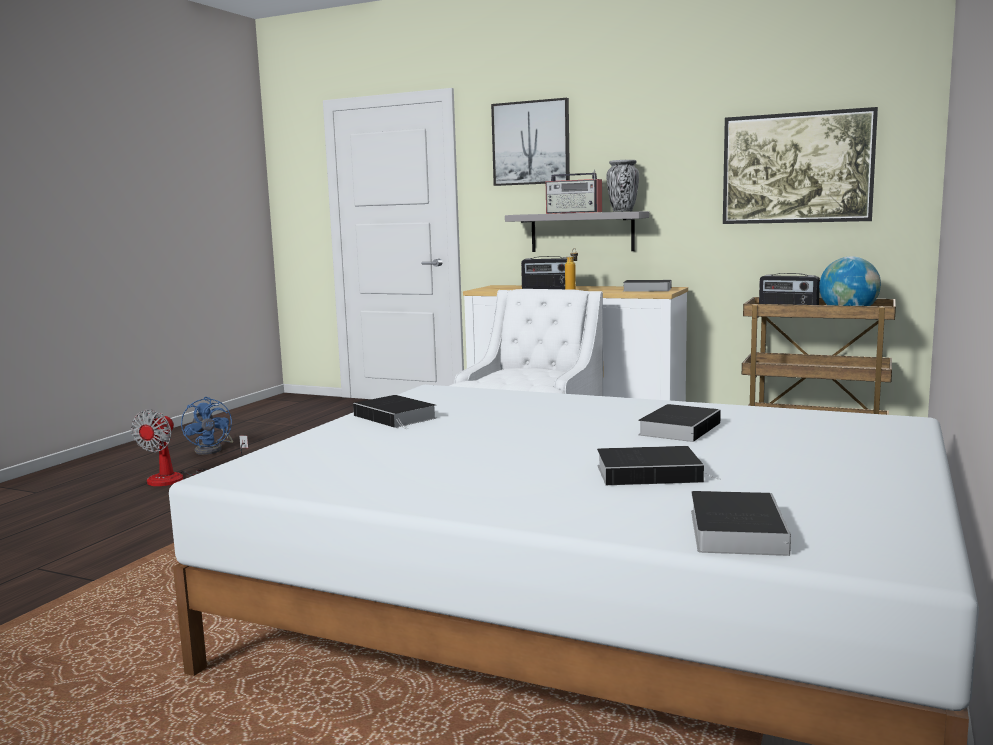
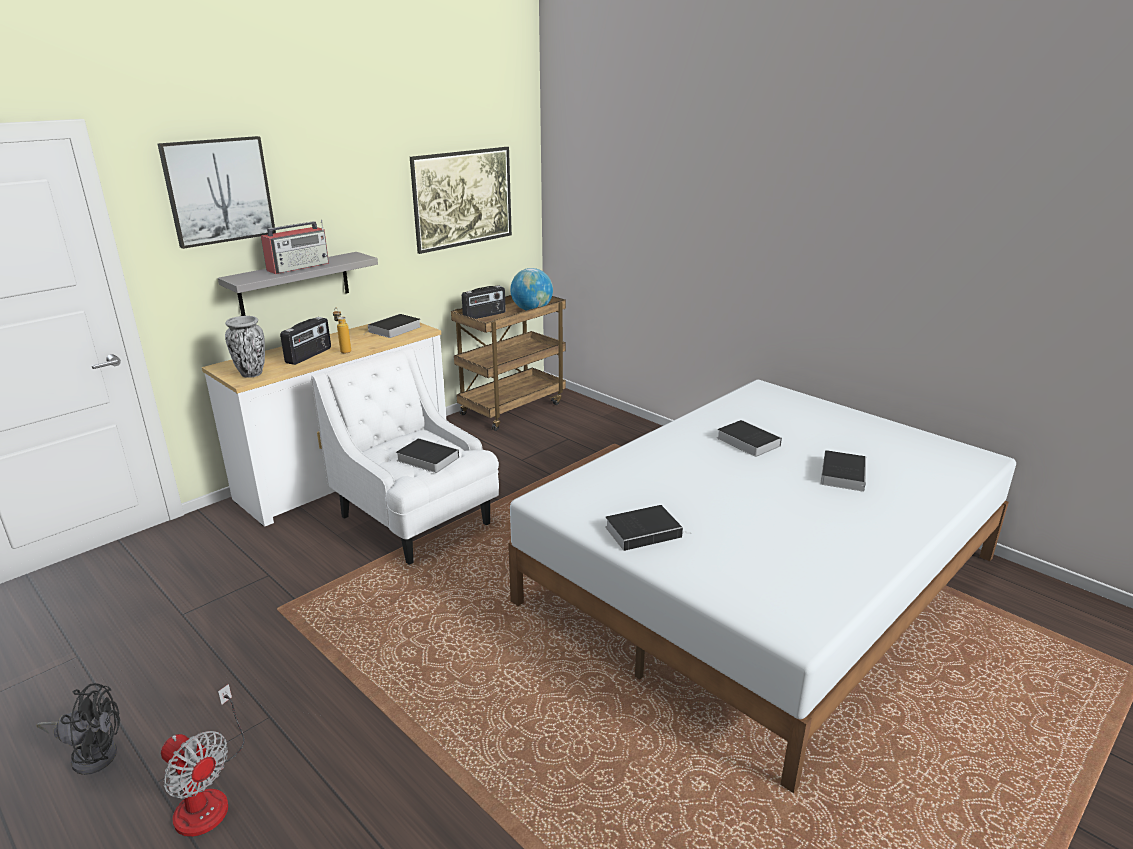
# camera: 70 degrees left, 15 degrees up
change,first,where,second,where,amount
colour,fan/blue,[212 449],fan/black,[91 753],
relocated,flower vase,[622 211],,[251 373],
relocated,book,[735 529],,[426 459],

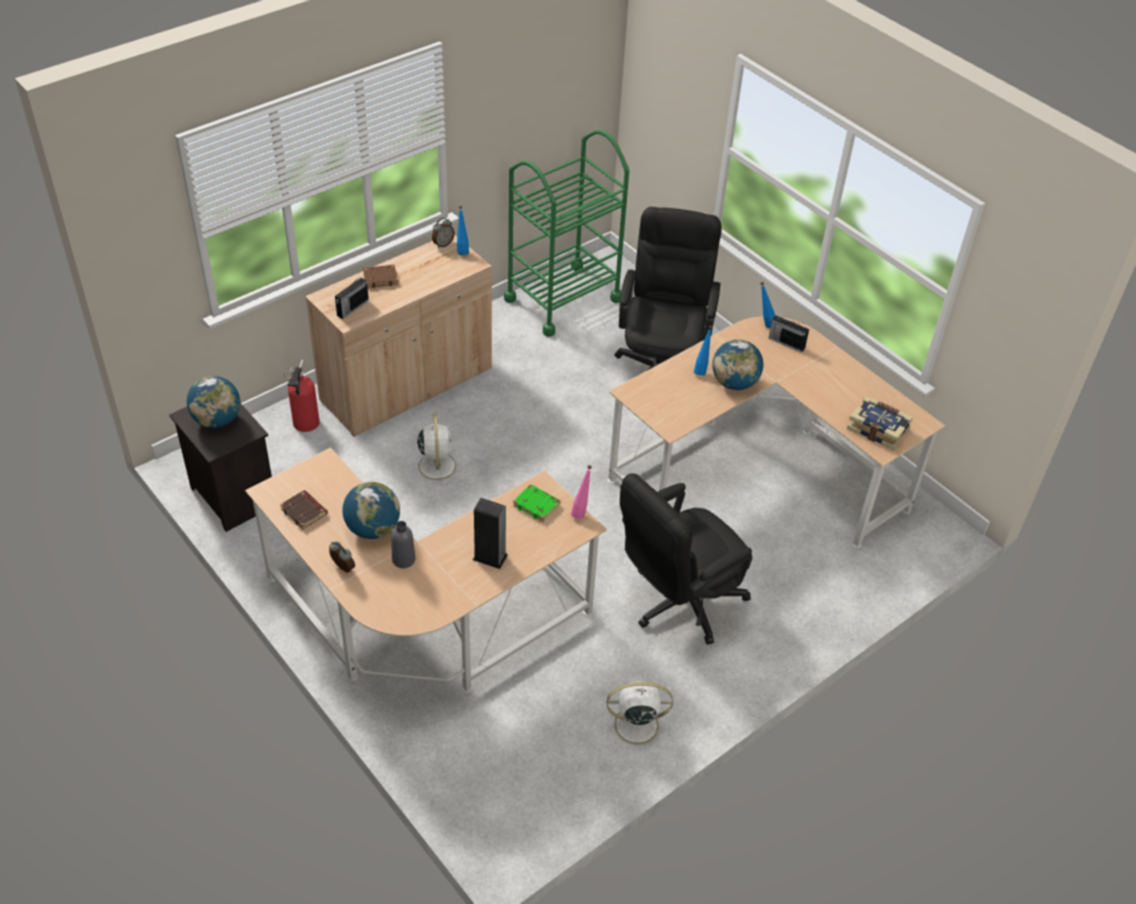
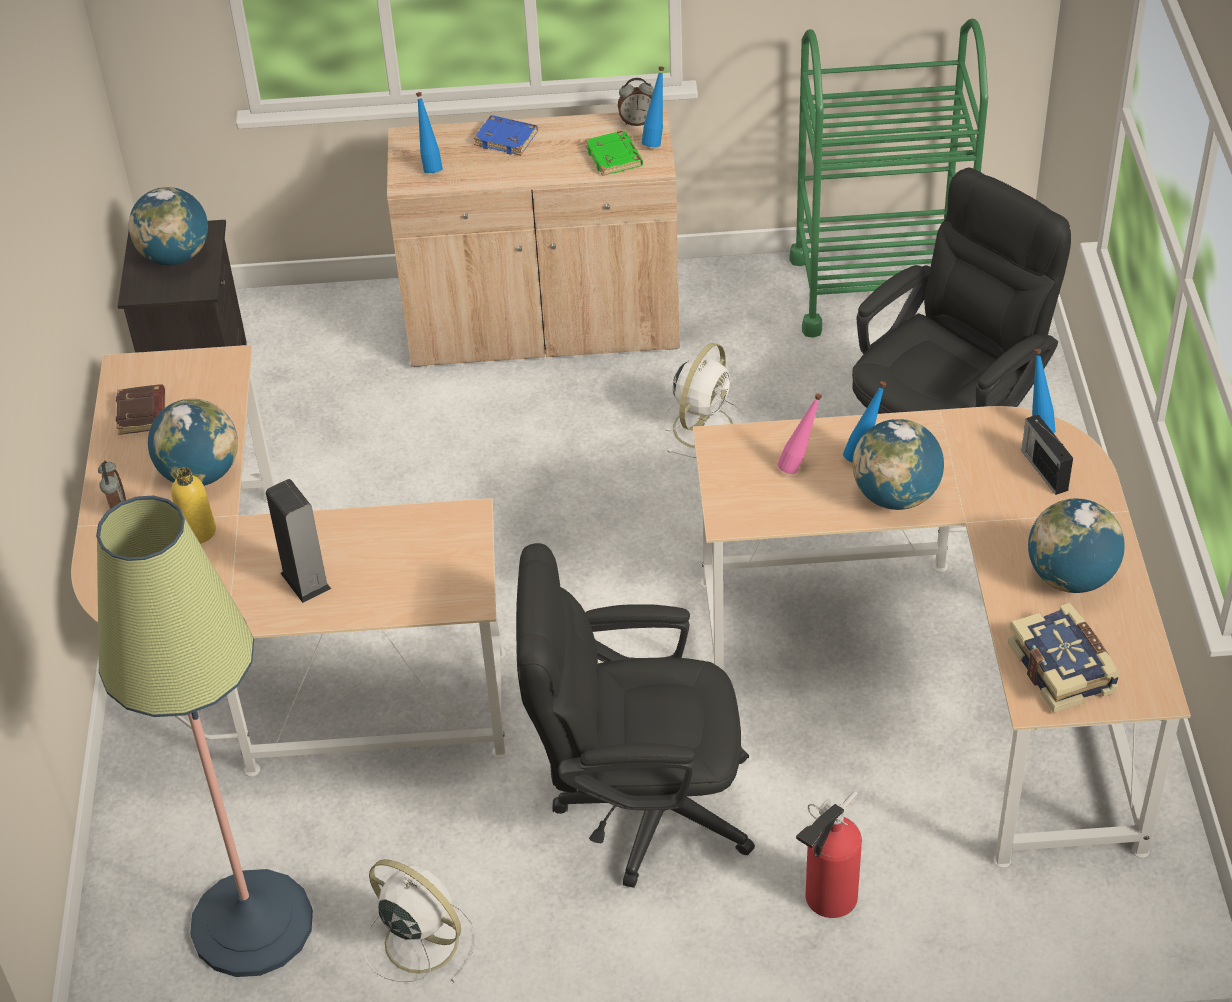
# camera: 40 degrees right, 0 degrees up
change,first,where,second,where,amount
appeared,,,standing lamp,[252 924],
colour,beverage bottle/gray,[403 559],beverage bottle/yellow,[198 531],
exchanged,radio,[352 308],beverage bottle/blue,[430 166],
colour,book/brown,[380 278],book/blue,[507 139],
relocated,book/greenish,[537 505],,[615 157],
relocated,fan/white-coloured,[437 465],,[704 426],
relocated,beverage bottle/pinkish,[581 511],,[798 465],
relocated,fire extinguisher,[305 425],,[827 900],
appeared,,,desk globe,[1070 577],

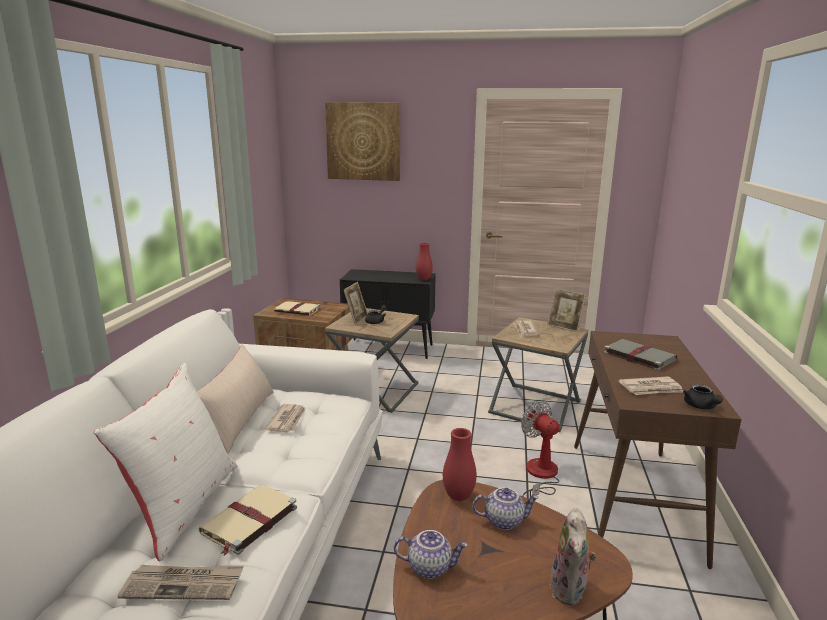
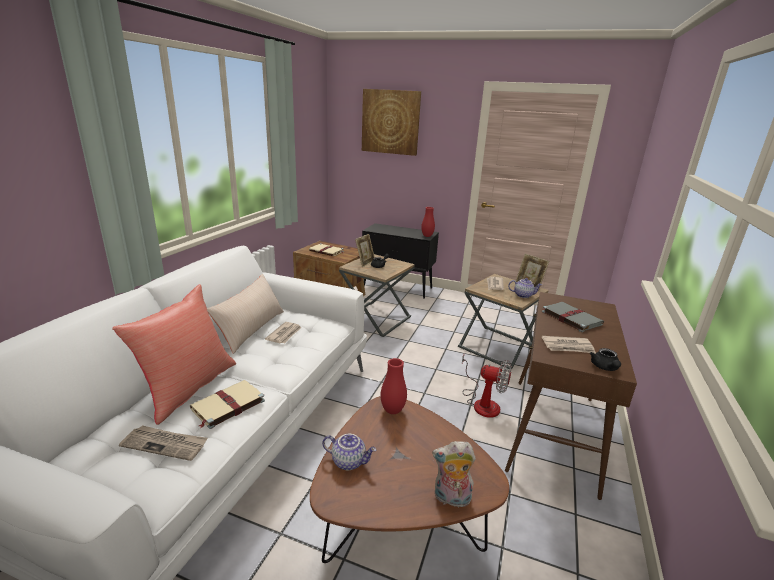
# camera: 10 degrees right, 5 degrees up
change,first,where,second,where,amount
colour,throw pillow/white-coloured,[183 506],throw pillow/reddish,[188 387],
spun,cuddly toy,[570 590],,[451 499],75 degrees clockwise
spun,fan,[540 476],,[482 402],135 degrees clockwise
relocated,teapot,[504 520],,[523 295],

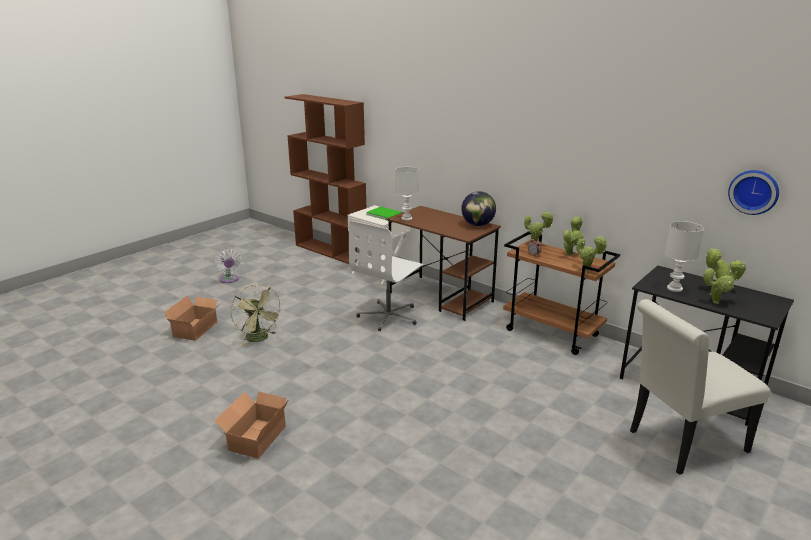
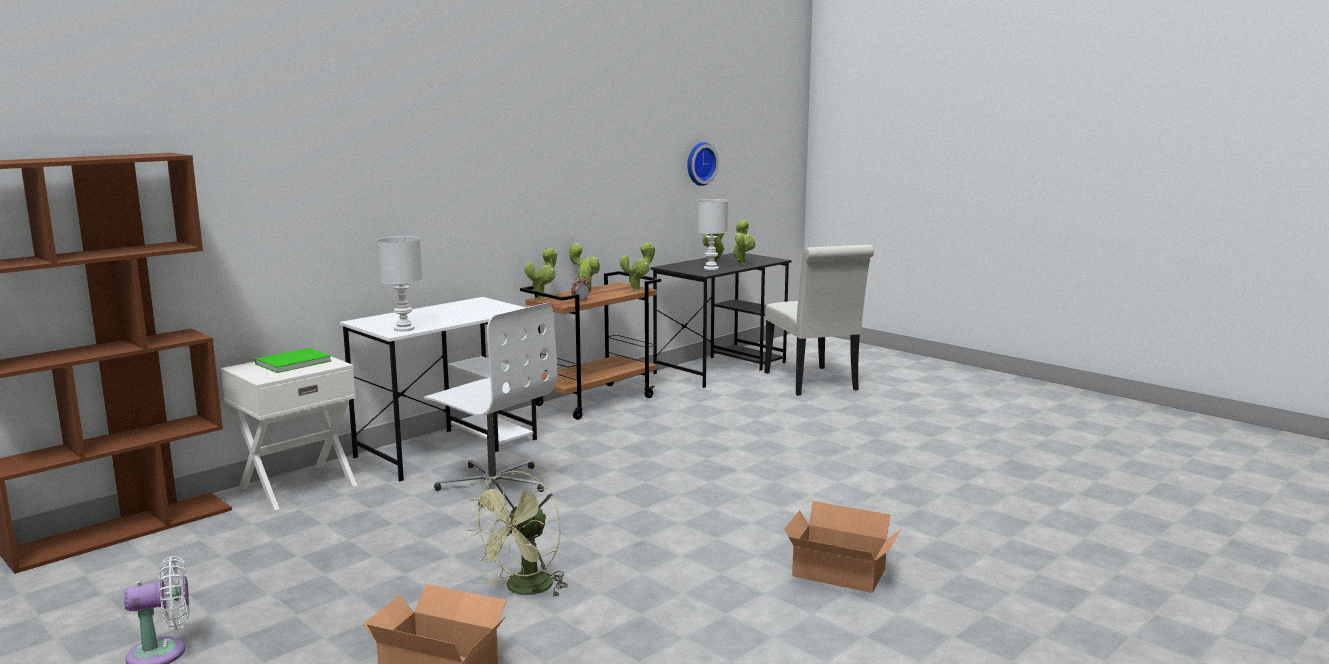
# camera: 85 degrees left, 10 degrees down
change,first,where,second,where,amount
colour,desk unit/brown,[441 297],desk unit/white-coloured,[448 447],
spun,fan/greenish,[260 339],,[524 590],150 degrees clockwise
missing,desk globe,[477 225],,,

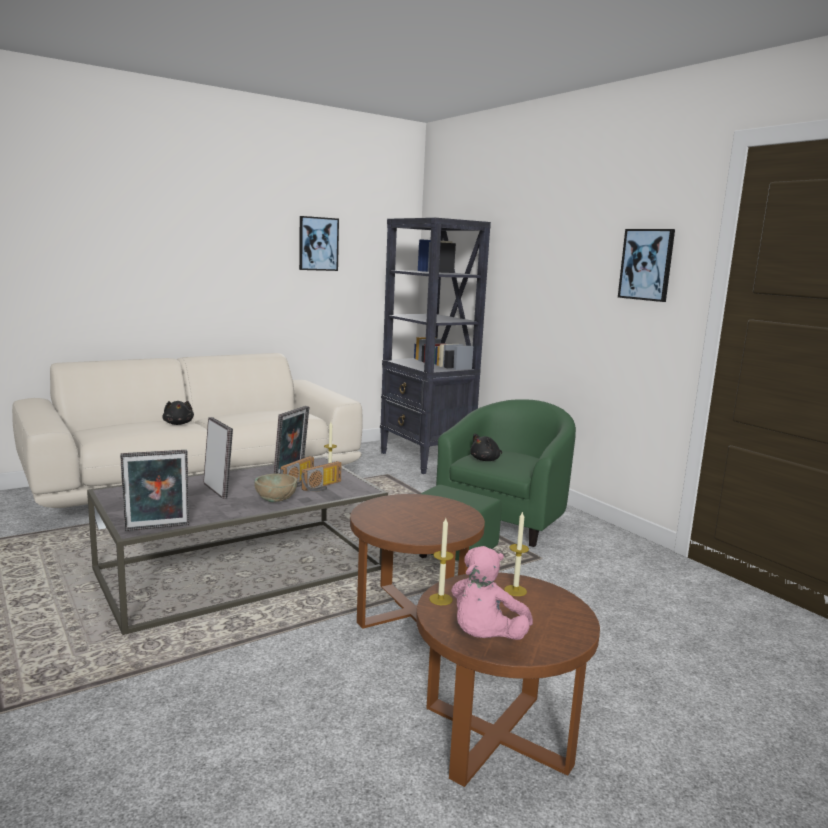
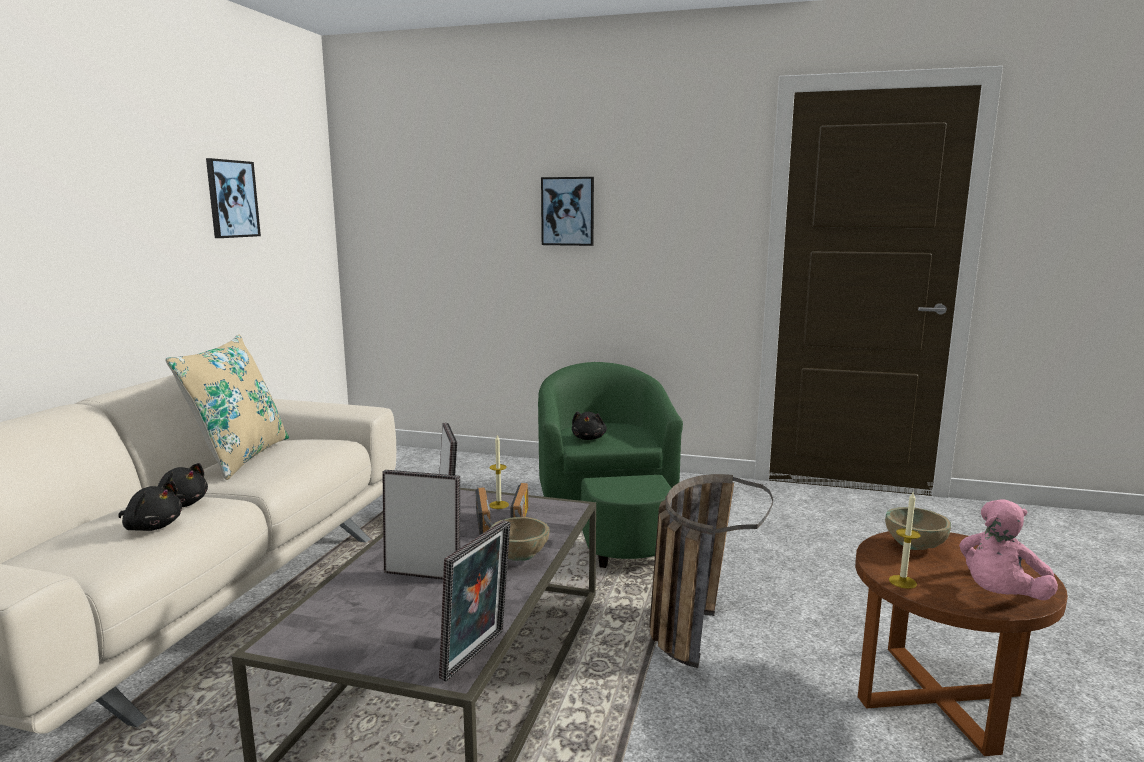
# camera: 40 degrees left, 0 degrees up
change,first,where,second,where,amount
appeared,,,cuddly toy/black,[152 527],
appeared,,,throw pillow/sand-coloured,[239 457],
relocated,wall art,[647 264],,[568 211],
exchanged,end table/brown,[412 612],storage basket,[694 625],
exchanged,candle,[515 590],bowl/sand-coloured,[915 547],
spun,cuddly toy/pinkish,[485 638],,[1000 597],60 degrees clockwise
missing,bookshelf/black,[426 459],,,

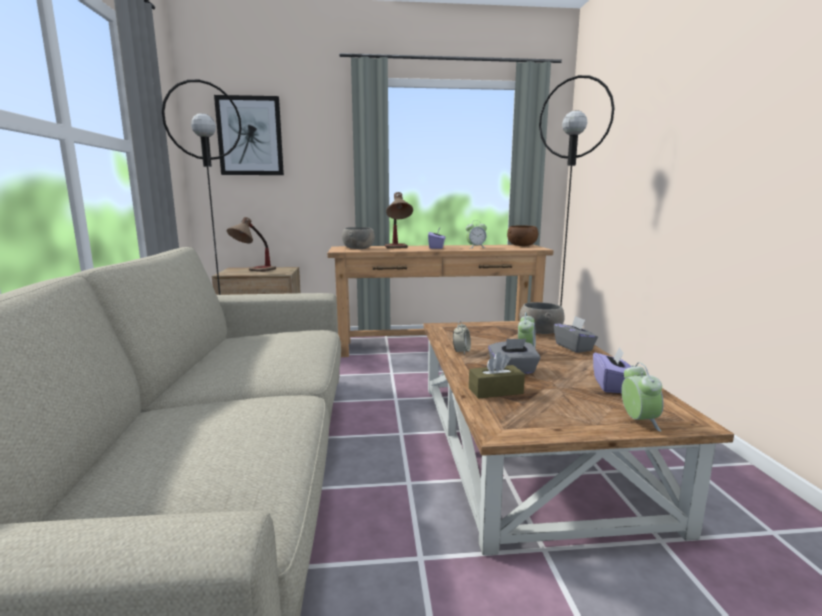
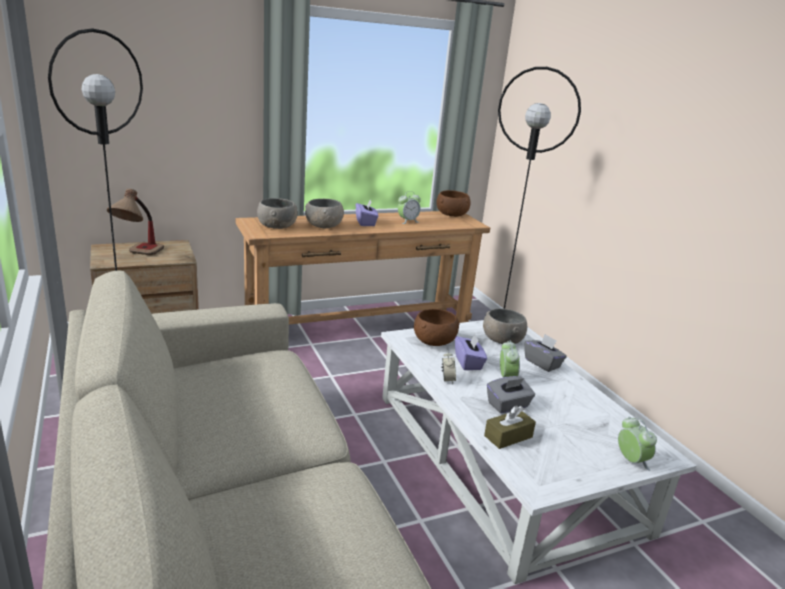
# camera: 20 degrees left, 10 degrees up
change,first,where,second,where,amount
exchanged,table lamp,[398 248],bowl/gray,[324 226],
colour,coffee table/brown,[523 443],coffee table/white-coloured,[499 458],
appeared,,,bowl/brown,[434 341],
relocated,box of tissues/purple,[612 385],,[468 362],
missing,wall art,[250 136],,,

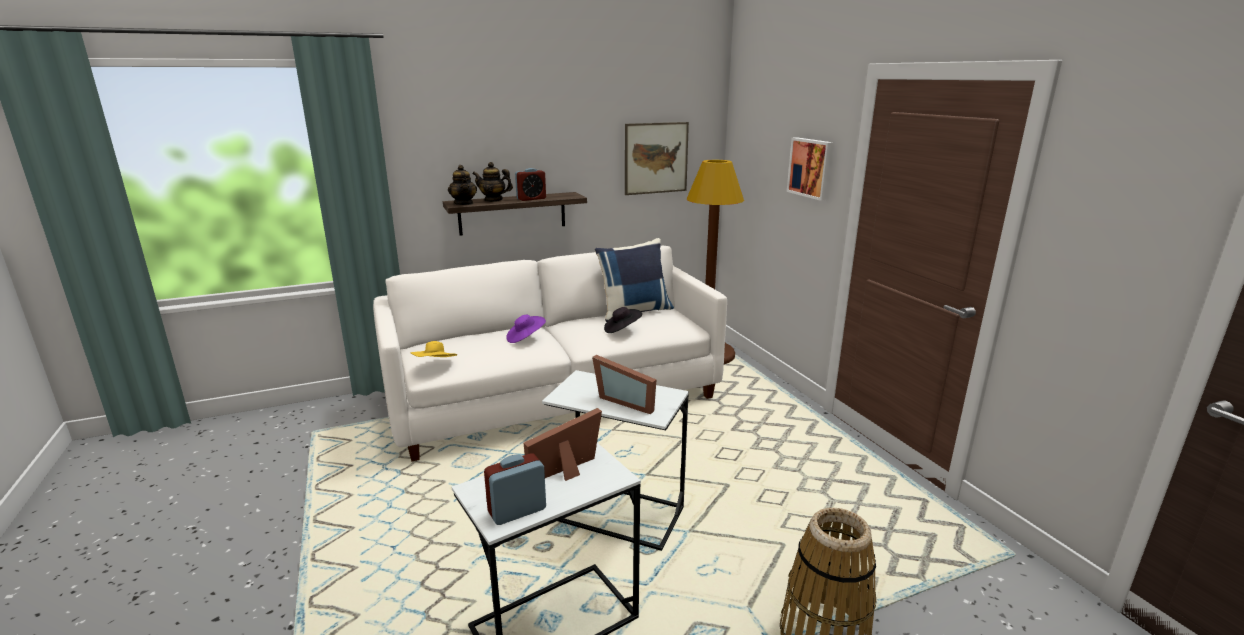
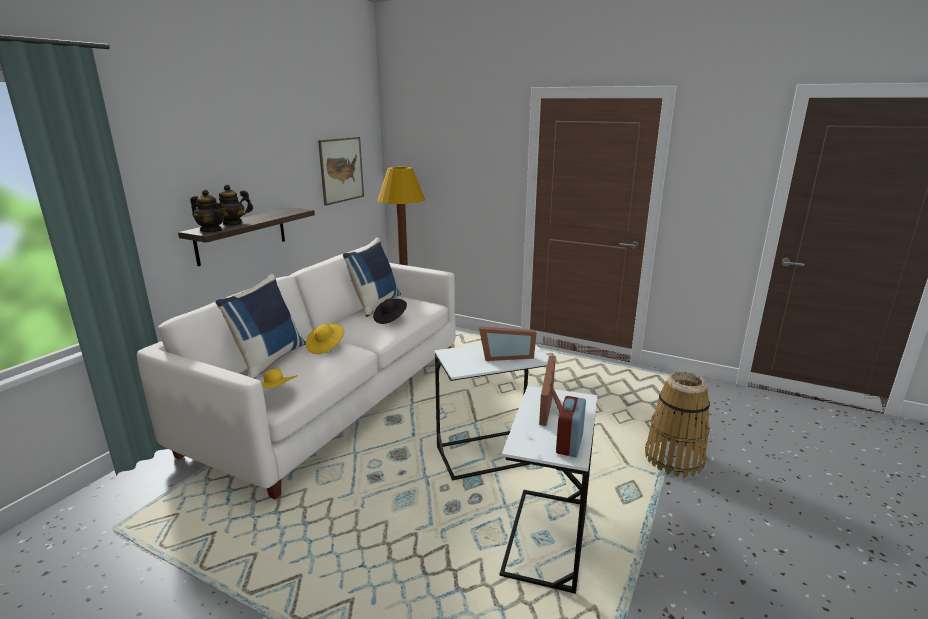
# camera: 40 degrees left, 0 degrees up
change,first,where,second,where,amount
appeared,,,throw pillow/blue,[269 359],
colour,wearable hat/purple,[525 338],wearable hat/yellow,[325 347],
missing,bedside clock,[531 199],,,
missing,wall art,[811 168],,,

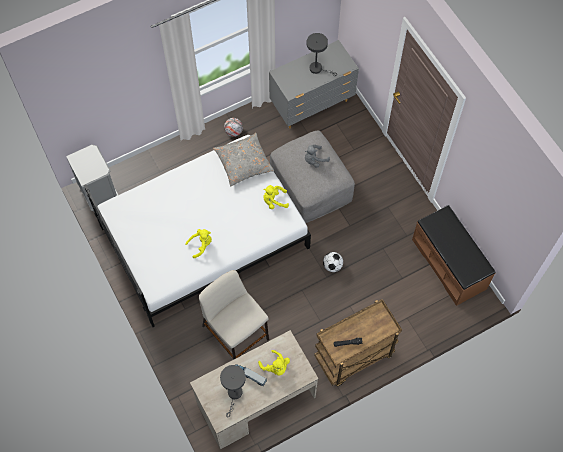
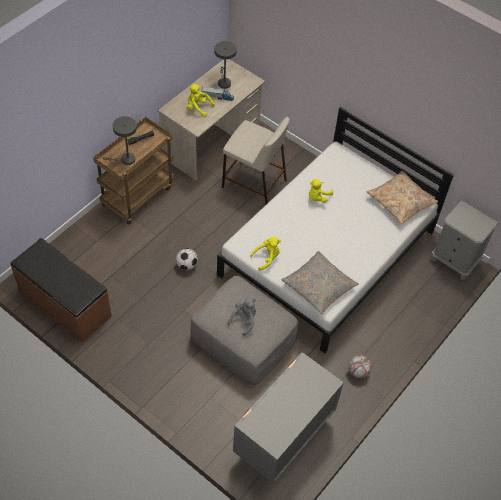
# camera: 155 degrees right, 10 degrees down
change,first,where,second,where,amount
relocated,table lamp/gray,[318 69],,[125 160],
appeared,,,throw pillow/sand-coloured,[400 202],

